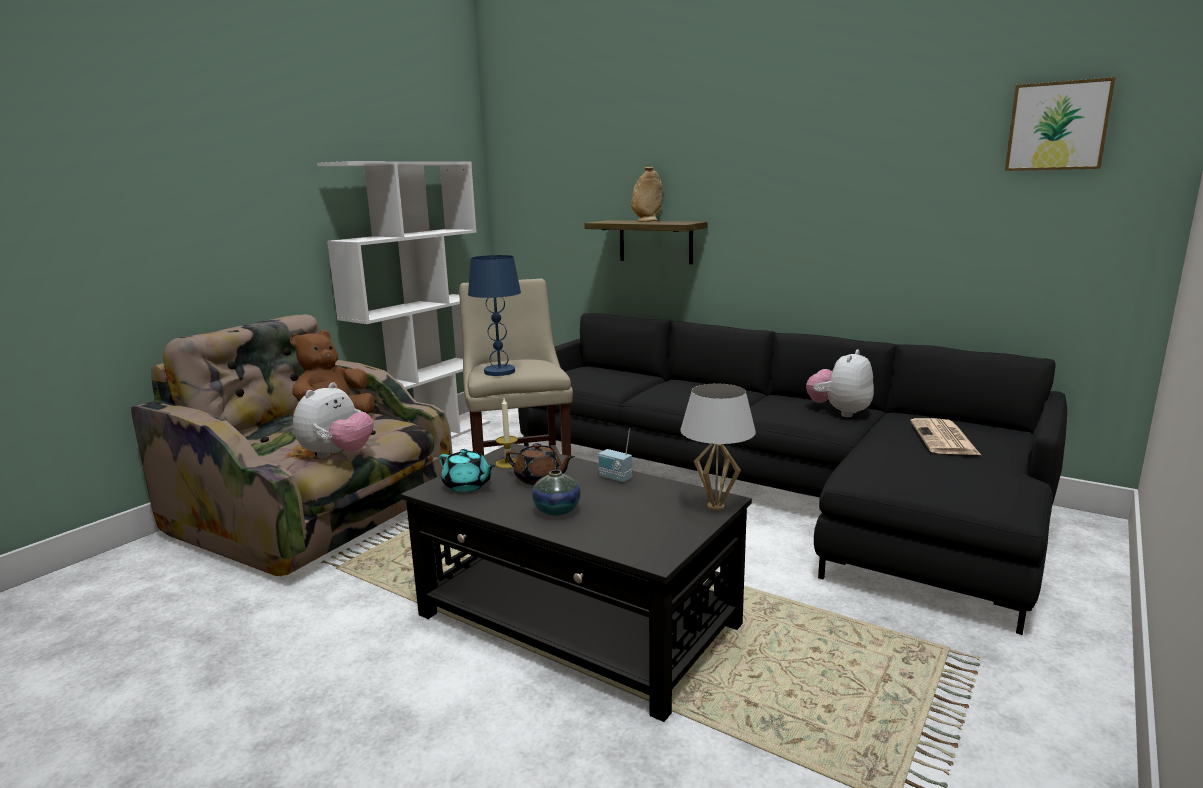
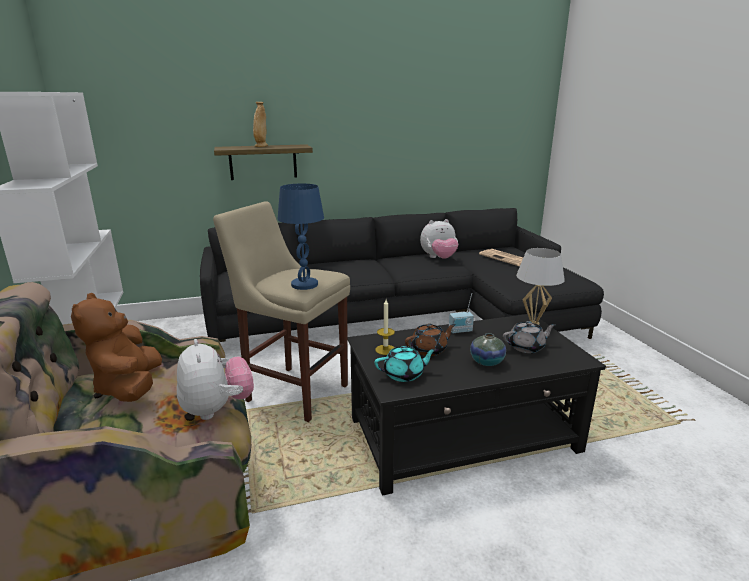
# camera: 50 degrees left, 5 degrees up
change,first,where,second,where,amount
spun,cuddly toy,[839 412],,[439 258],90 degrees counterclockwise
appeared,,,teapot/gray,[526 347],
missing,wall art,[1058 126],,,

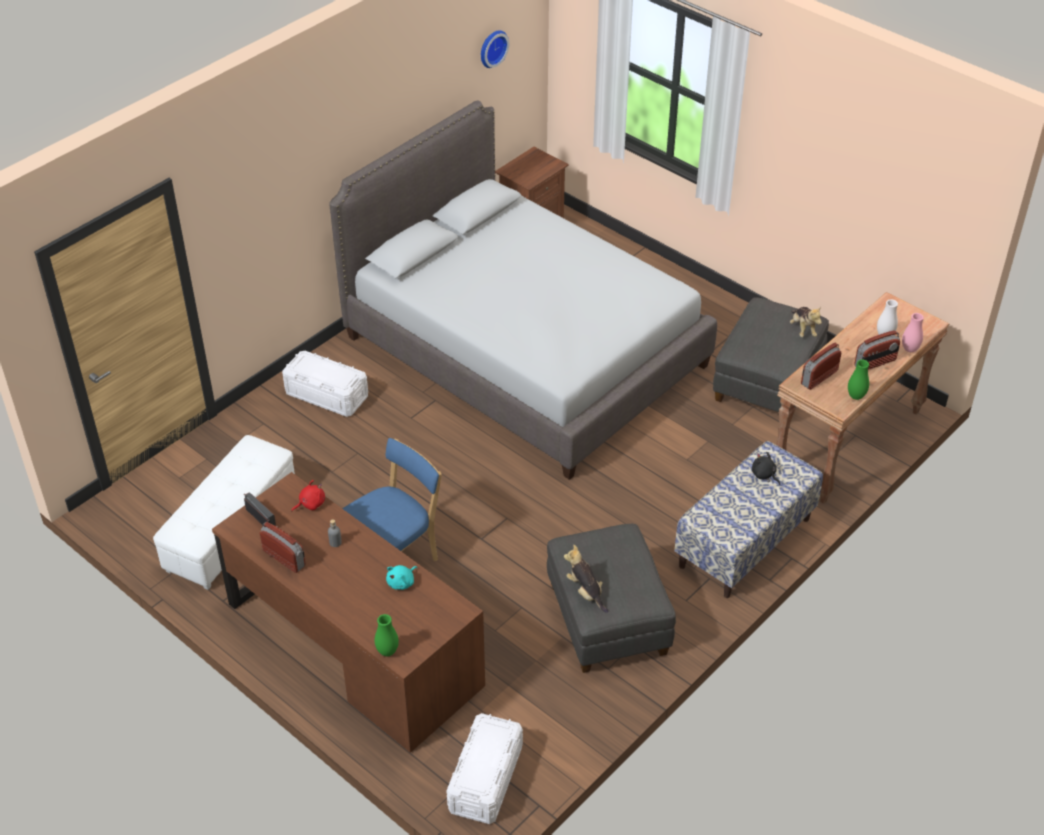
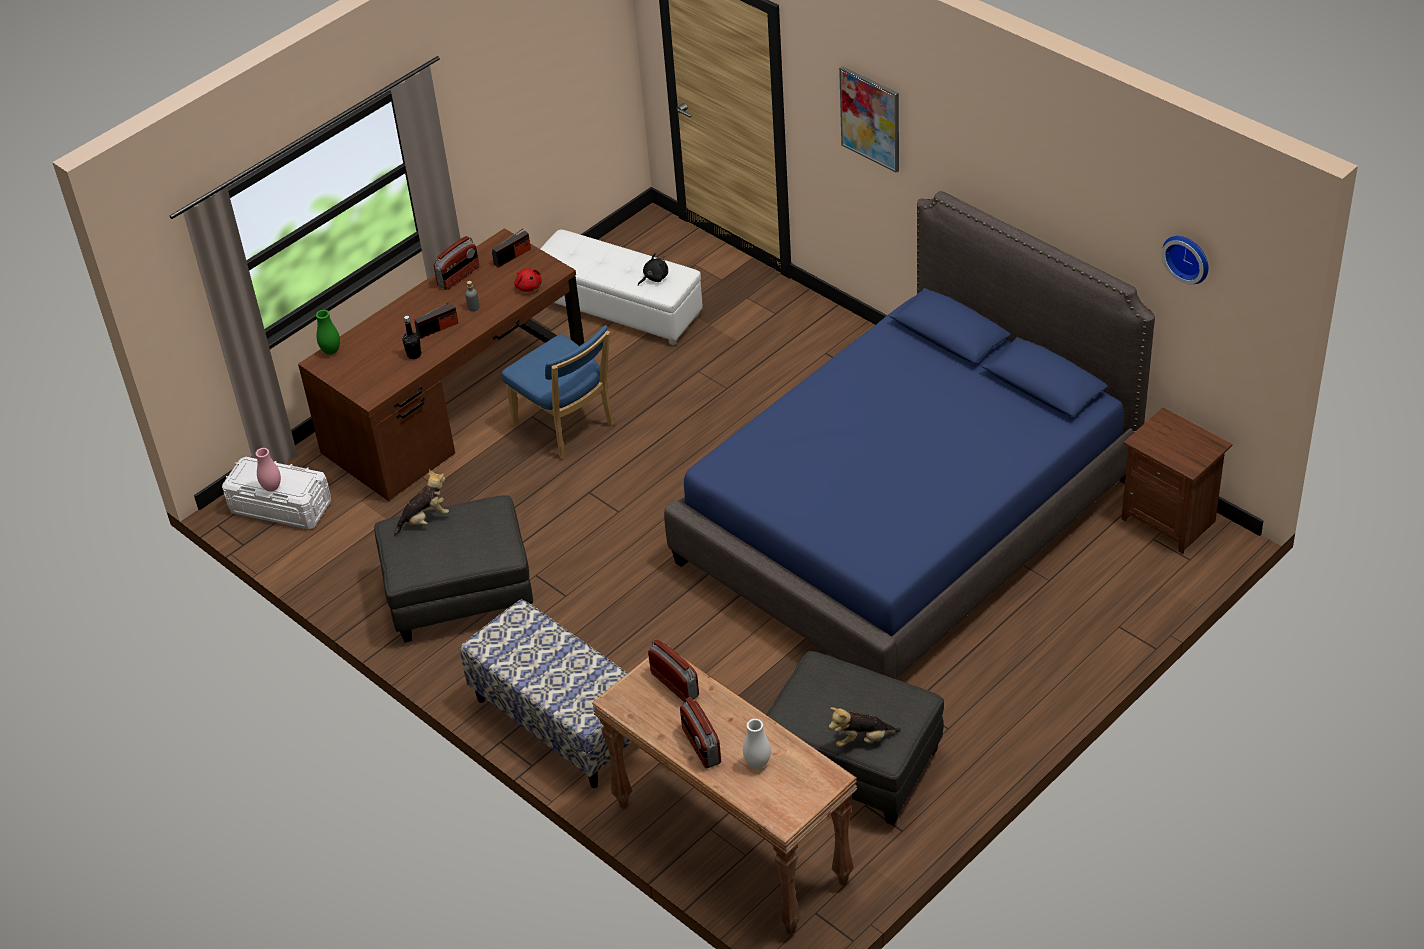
# camera: 95 degrees right, 0 degrees up
change,first,where,second,where,amount
relocated,flower vase/pinkish,[909 349],,[272 487],
exchanged,cuddly toy/blue-green,[402 582],beverage bottle/black,[414 355],
appeared,,,radio,[437 329],
relocated,cuddly toy/black,[764 475],,[654 278],
colour,sleeping bed/gray,[525 350],sleeping bed/blue,[907 520],
appeared,,,wall art,[870 118],
missing,storage box/white-coloured,[326 395],,,
missing,flower vase/greenish,[856 396],,,

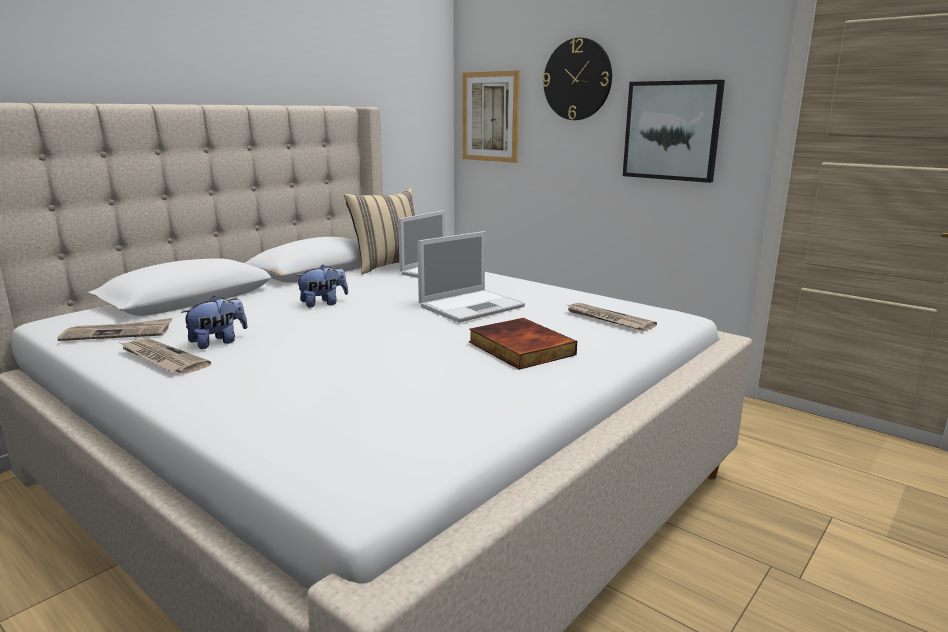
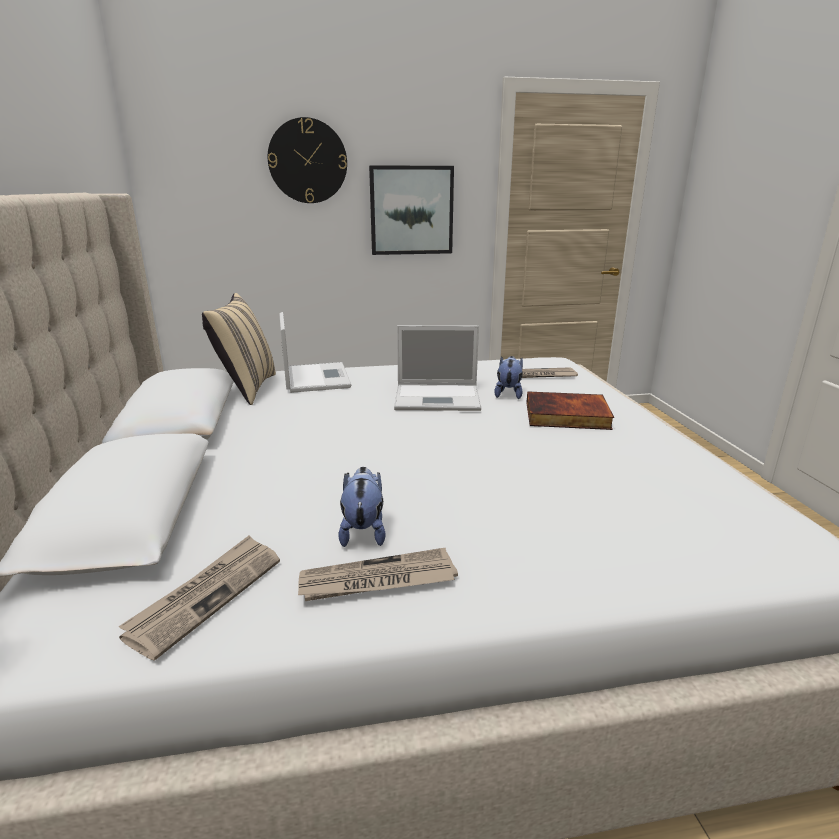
# camera: 50 degrees left, 5 degrees up
change,first,where,second,where,amount
spun,laptop,[473 306],,[439 398],90 degrees clockwise
relocated,cuddly toy,[323 303],,[508 393],
missing,wall art,[490 117],,,

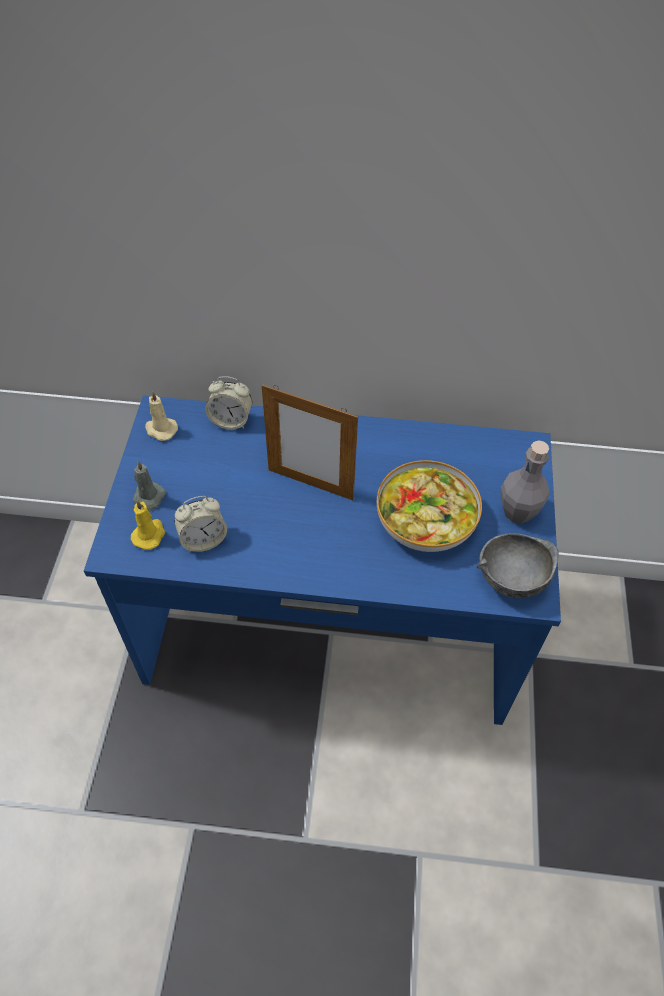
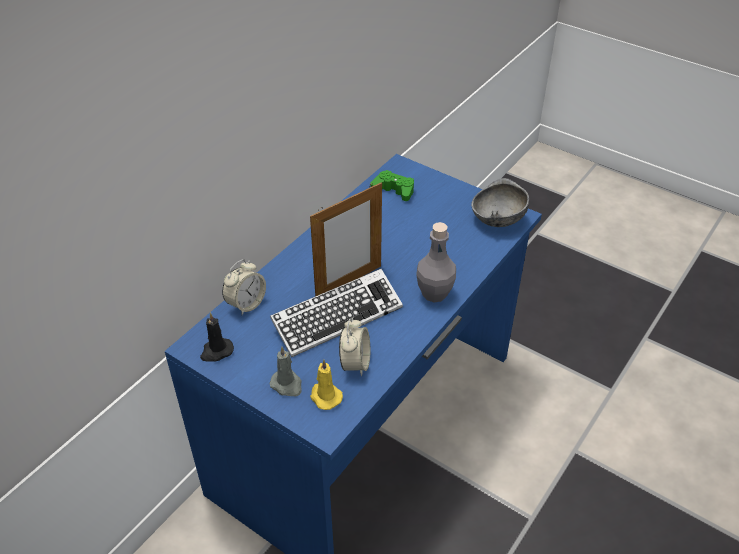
# camera: 60 degrees left, 10 degrees down
change,first,where,second,where,amount
colour,candle/sand-coloured,[160 429],candle/black,[216 351],
appeared,,,keyboard,[337 317],
appeared,,,joypad/greenish,[394 190],
relocated,beverage bottle/gray,[517 511],,[434 293],
missing,bowl,[425 519],,,

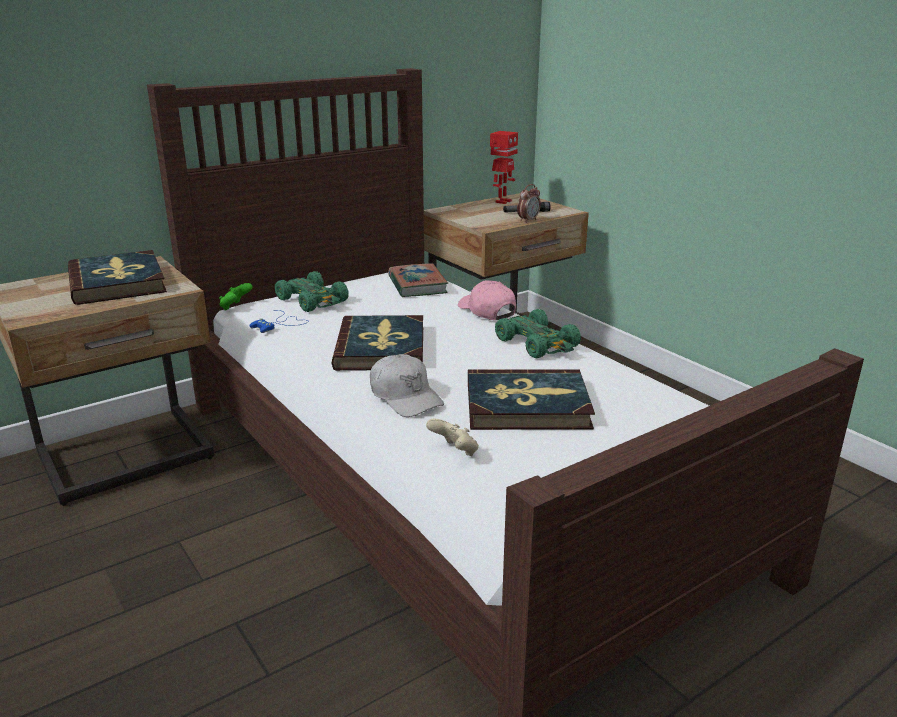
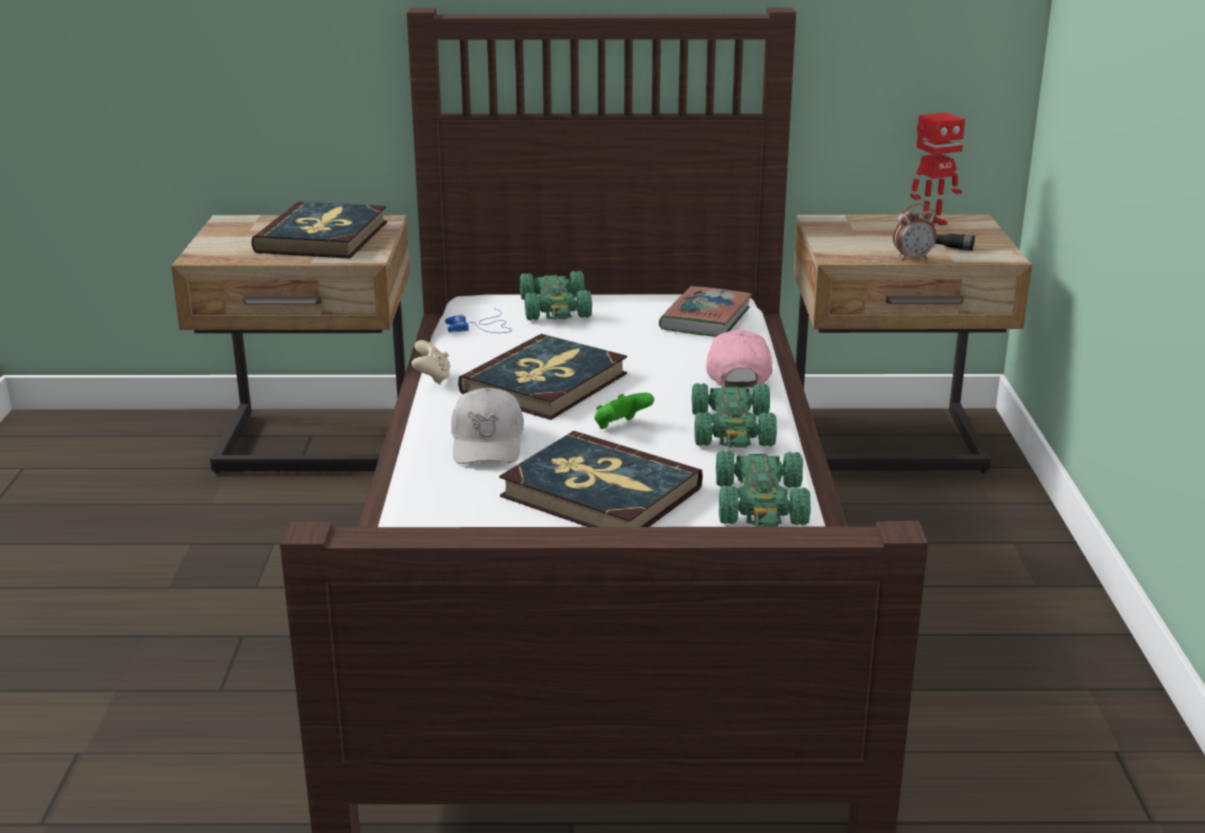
# camera: 35 degrees right, 0 degrees up
change,first,where,second,where,amount
relocated,joypad/sand-coloured,[454 452],,[432 378],
relocated,joypad/greenish,[235 307],,[620 427],
appeared,,,model car/greenish,[761 504],

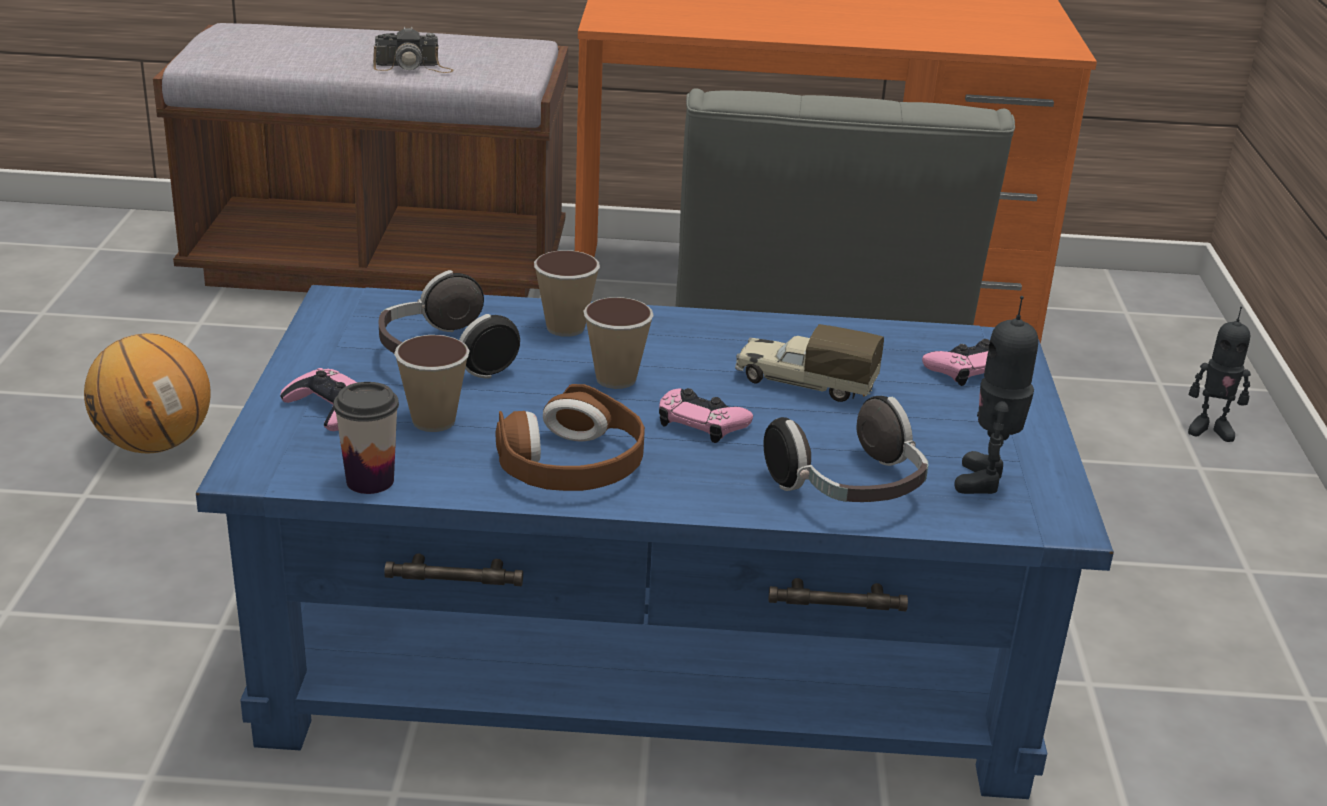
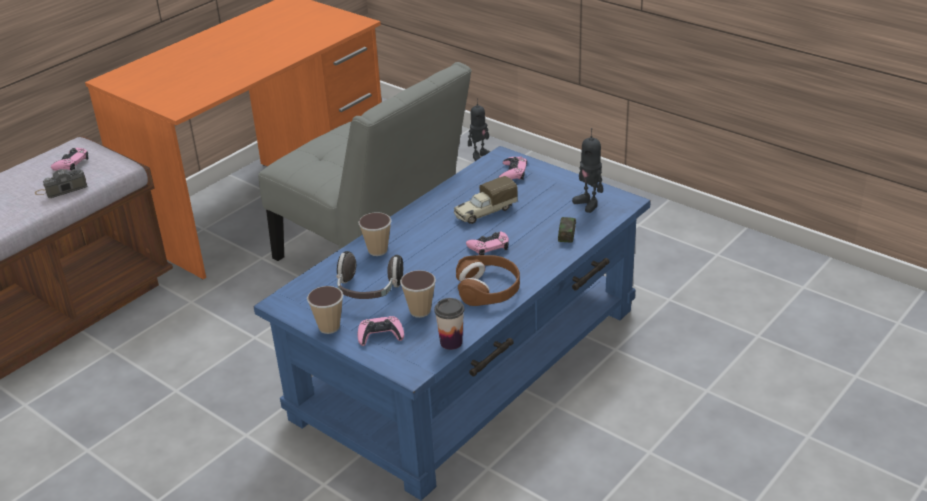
# camera: 50 degrees left, 5 degrees up
change,first,where,second,where,amount
spun,photo camera,[413 67],,[61 189],150 degrees counterclockwise
appeared,,,joypad/pinkish,[71 163],
relocated,cup,[616 379],,[329 327],
exchanged,headset,[850 489],model car,[566 234],
missing,basketball ball,[154 444],,,

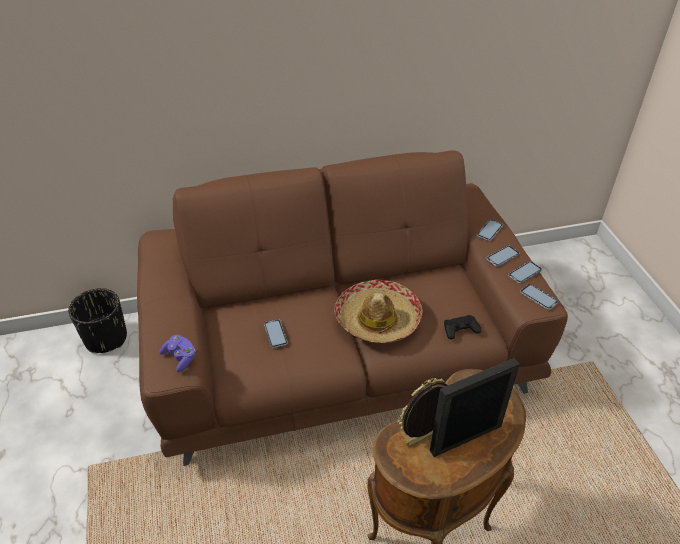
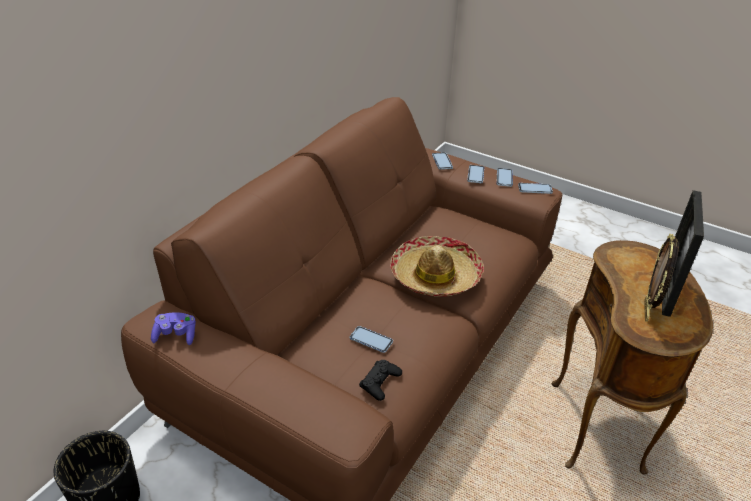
# camera: 45 degrees left, 5 degrees down
change,first,where,second,where,amount
relocated,joypad/purple,[180 357],,[176 335],
relocated,joypad/black,[460 329],,[380 382],

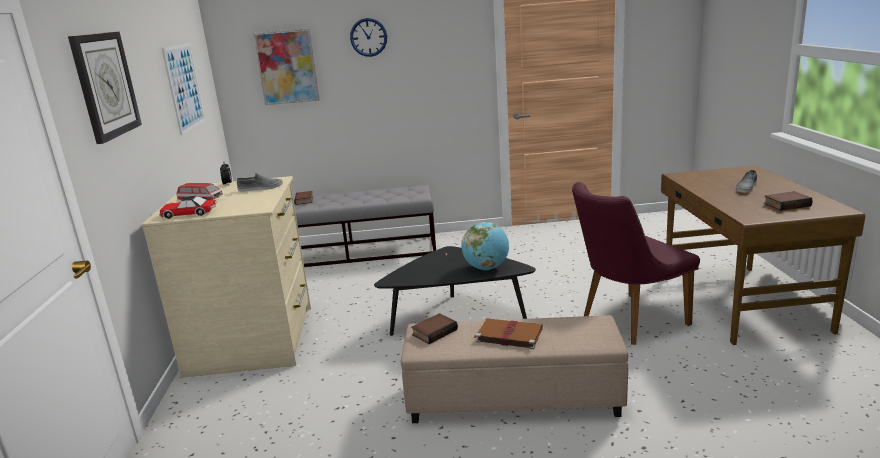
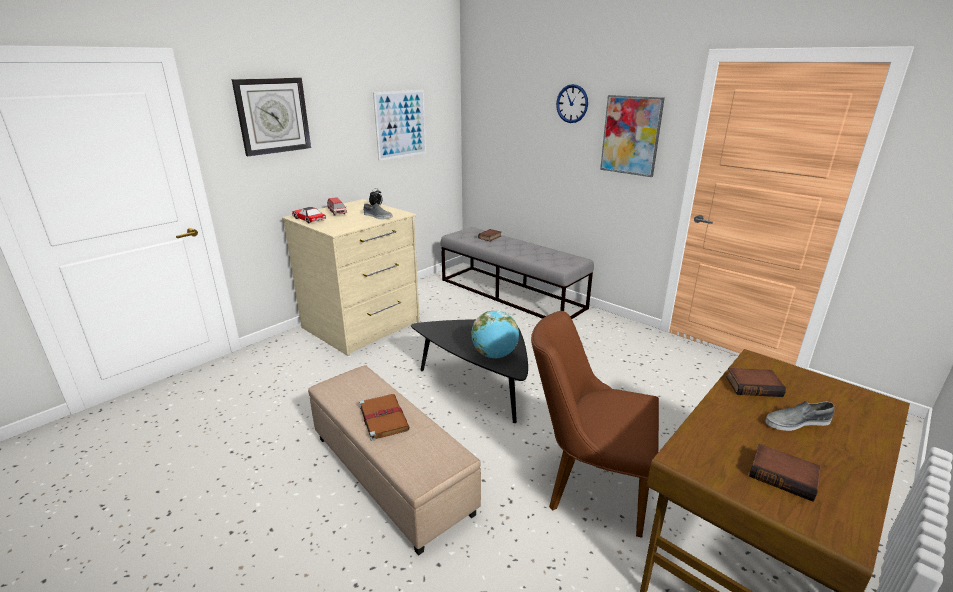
# camera: 45 degrees right, 5 degrees up
change,first,where,second,where,amount
colour,plain chair/purple,[626 321],plain chair/brown,[587 484],
relocated,wall art,[287 67],,[631 135],
relocated,book,[434 331],,[753 386],

